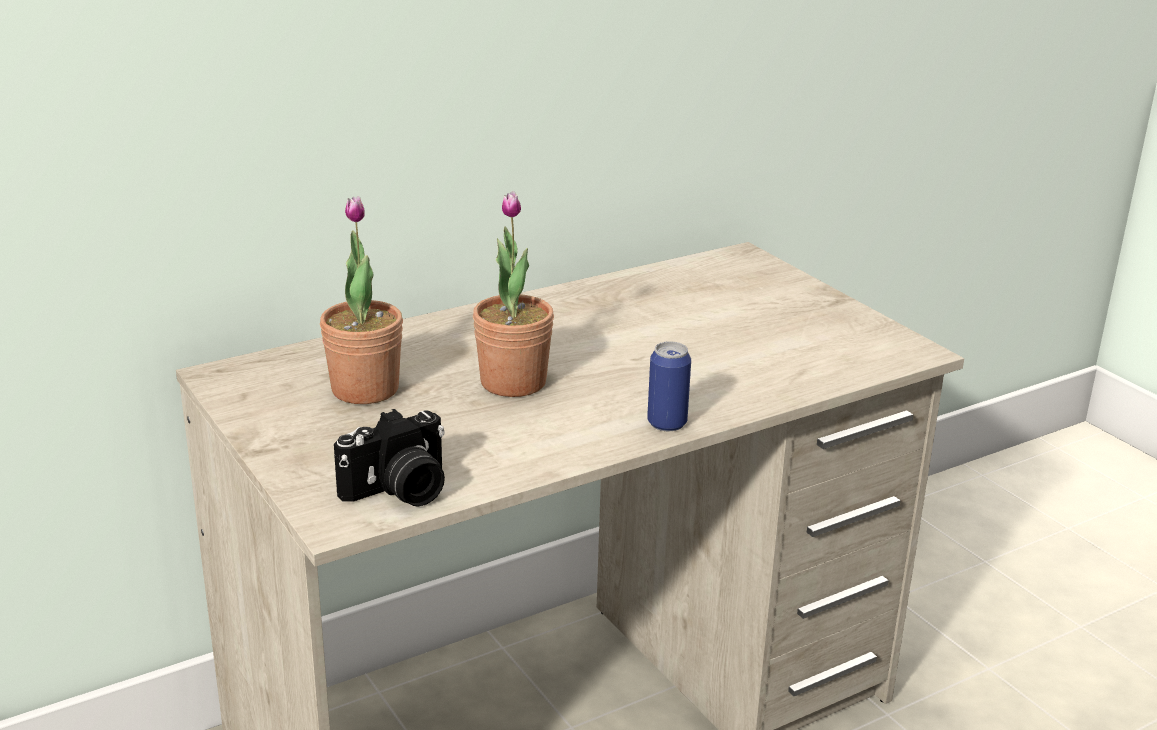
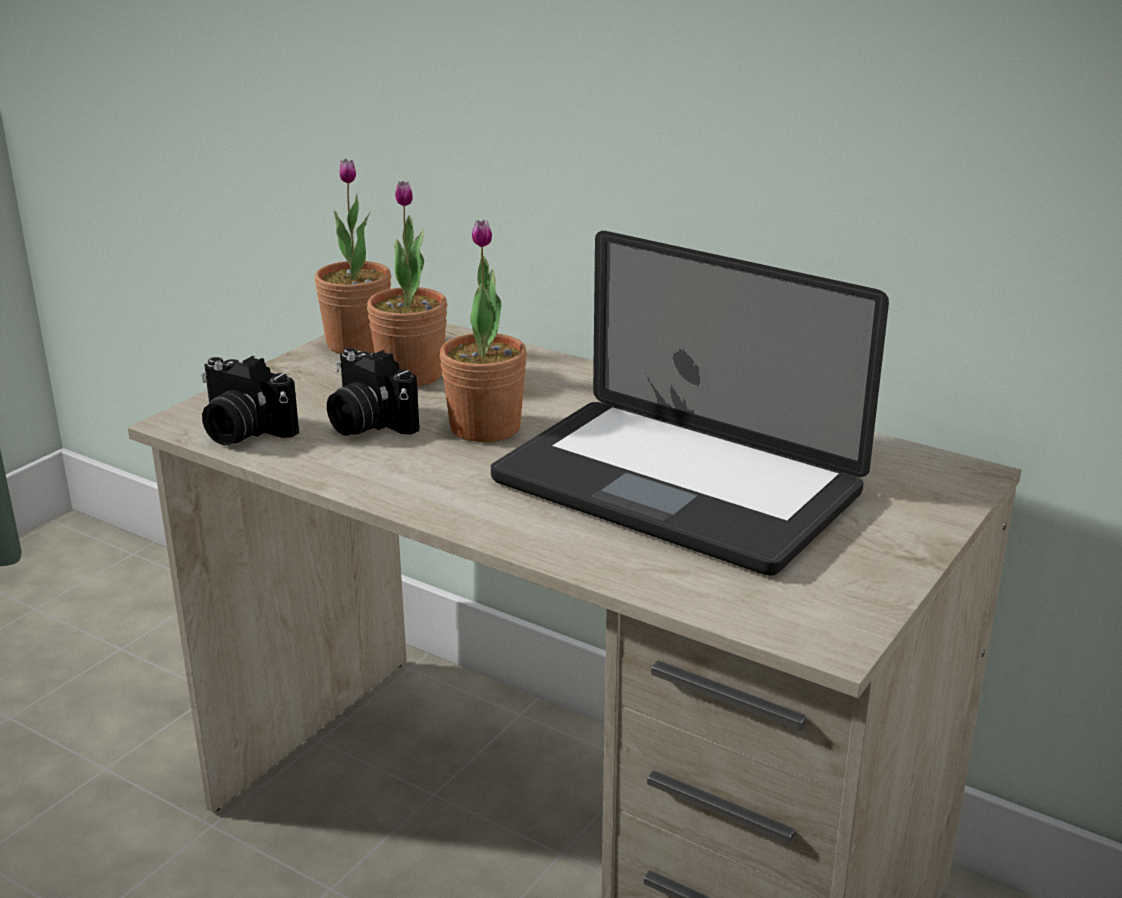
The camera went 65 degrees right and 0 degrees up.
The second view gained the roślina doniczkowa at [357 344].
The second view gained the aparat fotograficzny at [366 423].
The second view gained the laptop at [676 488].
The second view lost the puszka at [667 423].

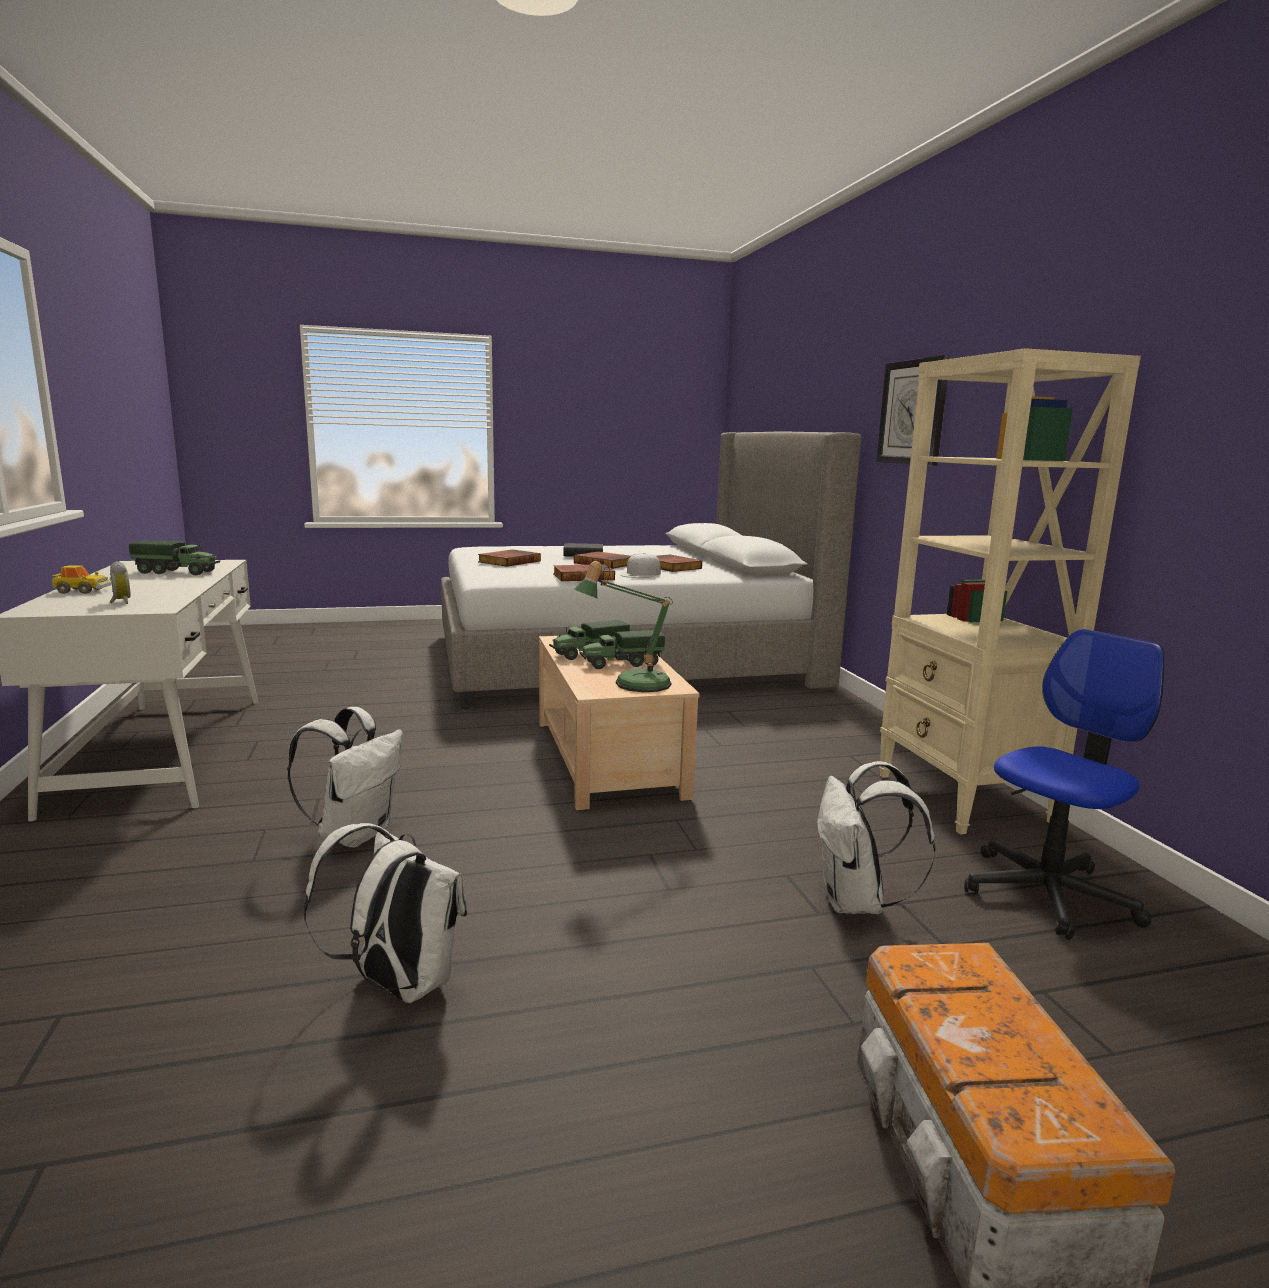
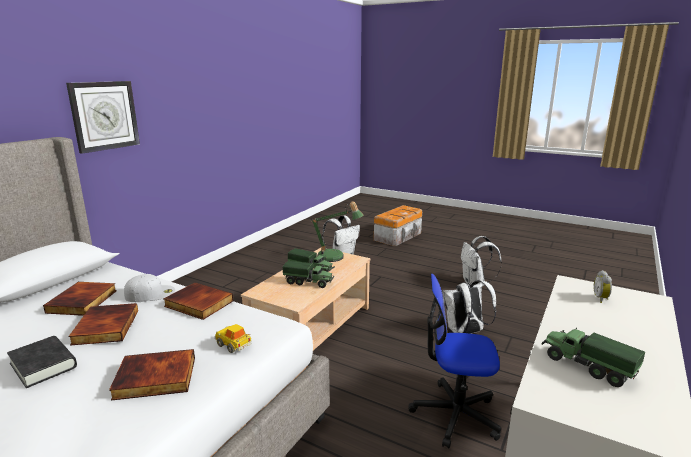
The camera went 135 degrees left and 5 degrees up.
The samochodzik ended up elsewhere, having gone from [82 591] to [233 344].
The krzesło biurowe ended up elsewhere, having gone from [1048 894] to [455 414].
The second view lost the regał/beżowy at [963 799].

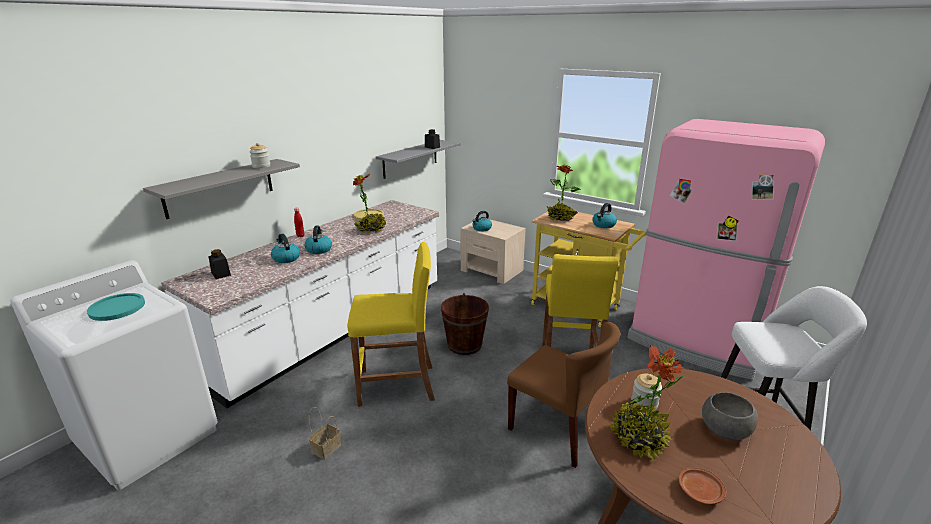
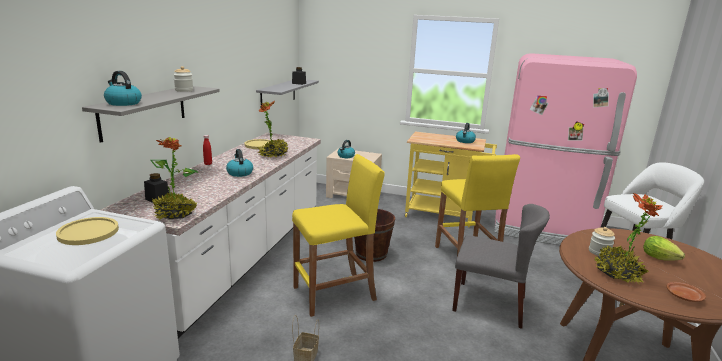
The camera went 20 degrees left and 5 degrees down.
What was the talerz/turkusowy at [117 308] turned into the talerz/żółty at [88 232].
The czajnik ended up elsewhere, having gone from [286 258] to [123 103].
The roślina doniczkowa ended up elsewhere, having gone from [561 218] to [175 215].
What was the krzesło/brązowy at [558 429] turned into the krzesło/szary at [490 304].
Where the miska/szary stood at [724 429], the sałata came to stand at [661 259].

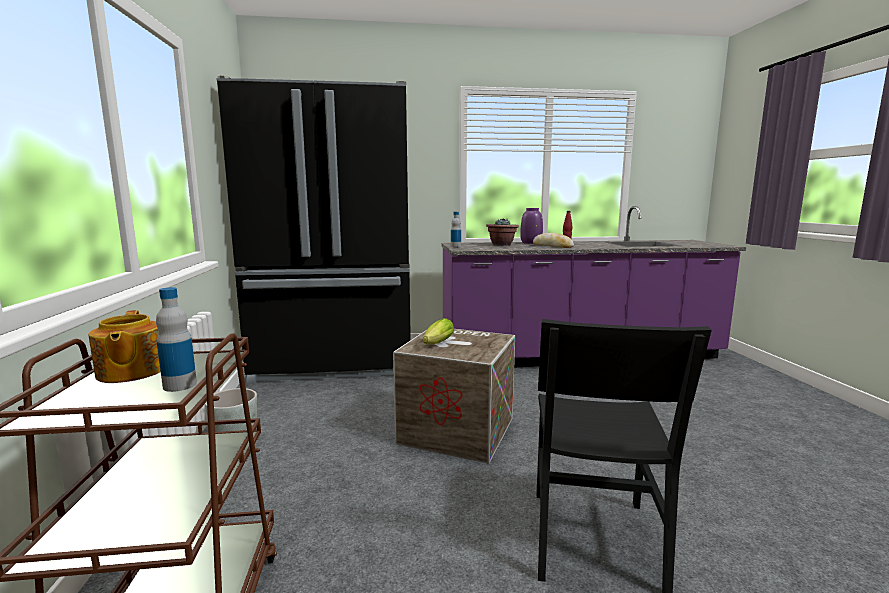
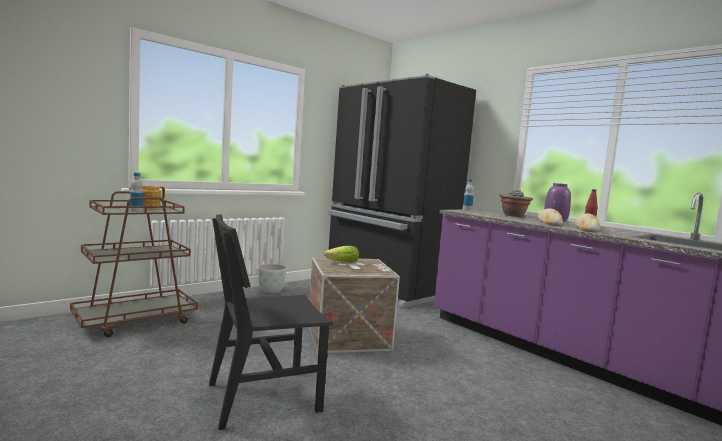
The camera went 55 degrees right and 5 degrees down.
The second view gained the chleb at [586 229].

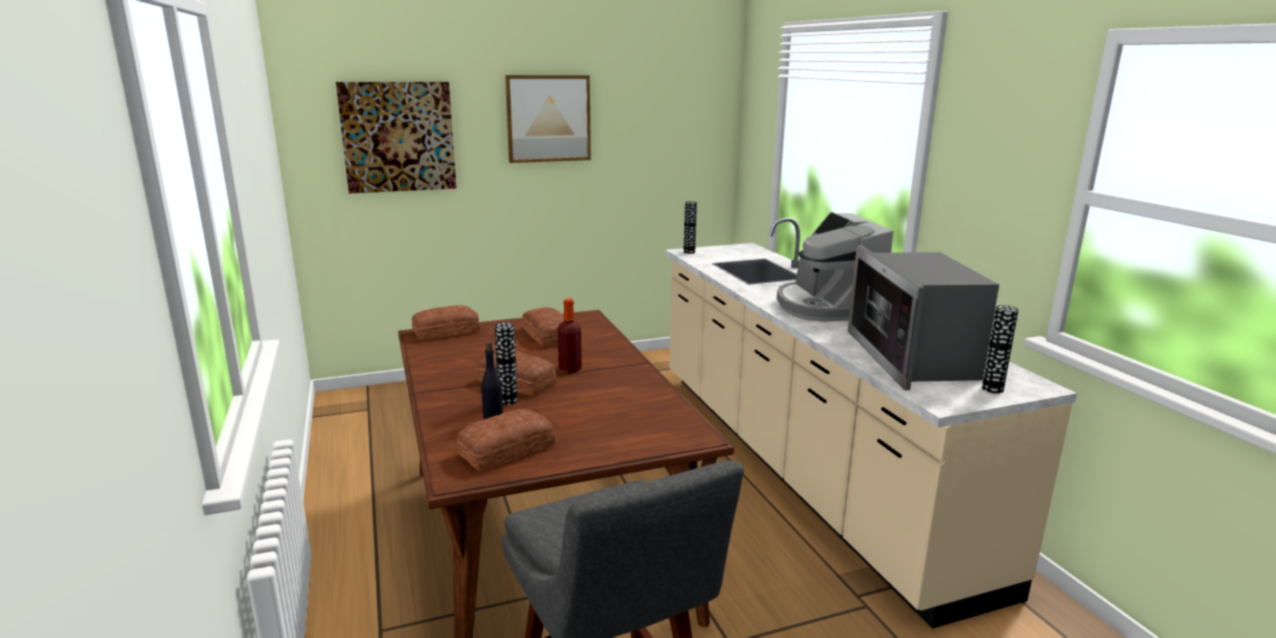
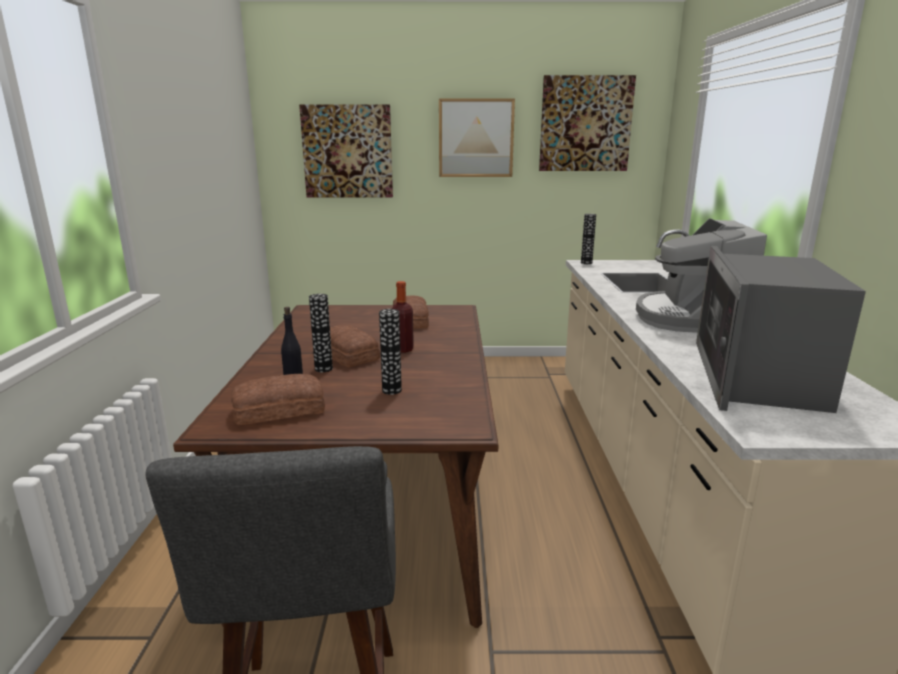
The camera went 20 degrees right and 0 degrees up.
The wazon ended up elsewhere, having gone from [992 389] to [391 390].
The second view gained the obraz at [585 124].
The second view lost the chleb at [445 331].

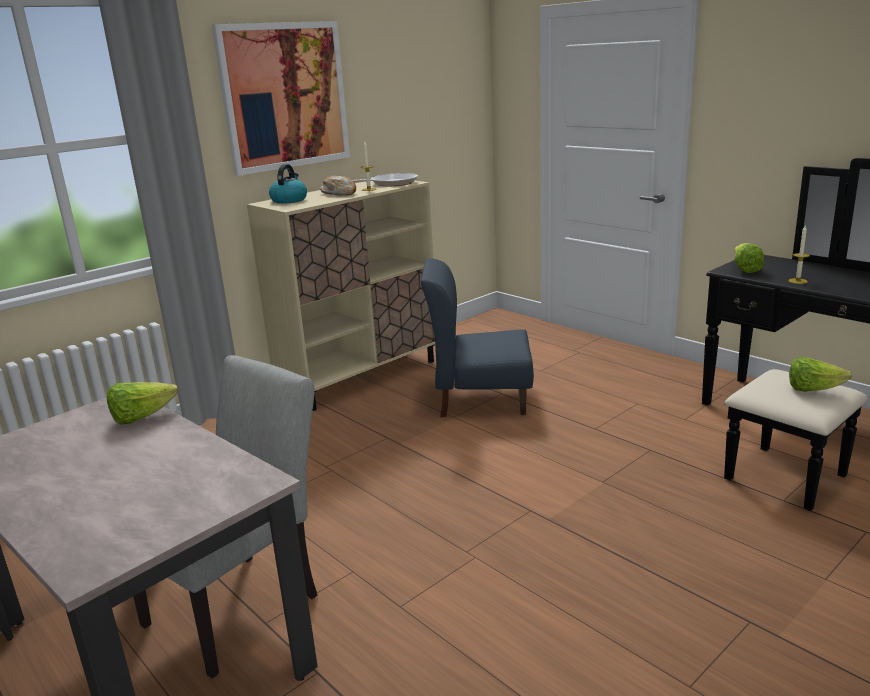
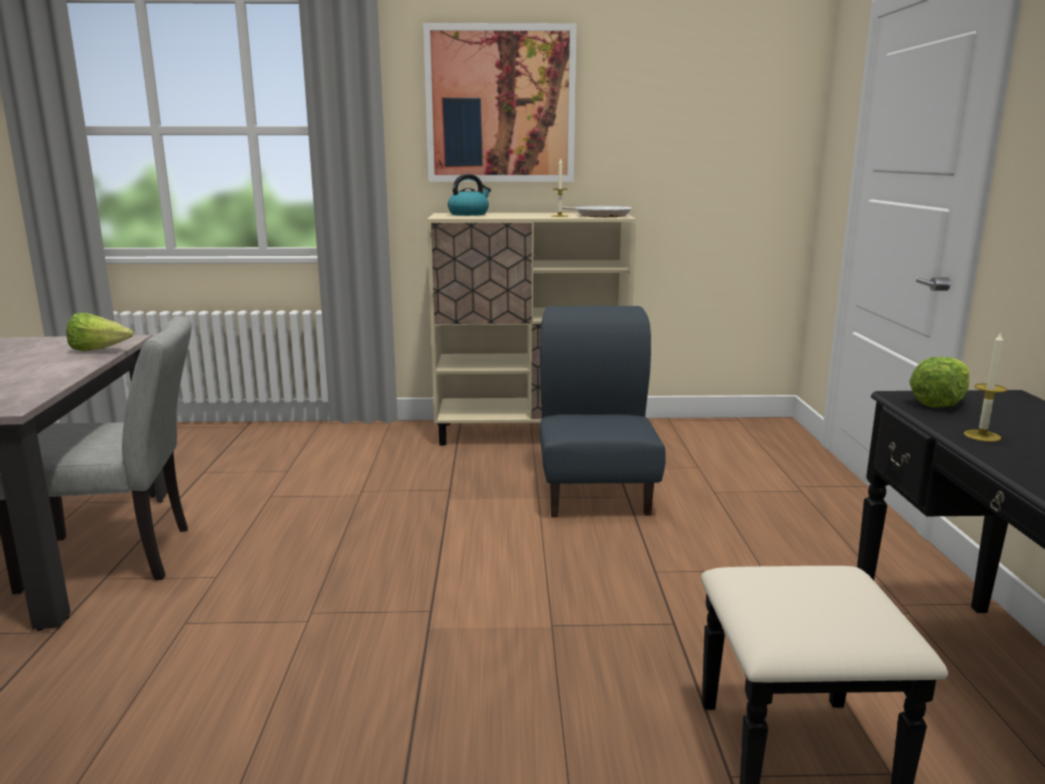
The camera went 40 degrees right and 5 degrees down.
The krzesło/niebieski at [480 399] ended up facing another way, 45 degrees clockwise from before.
The second view lost the chleb at [339 193].
The second view lost the sałata at [813 390].

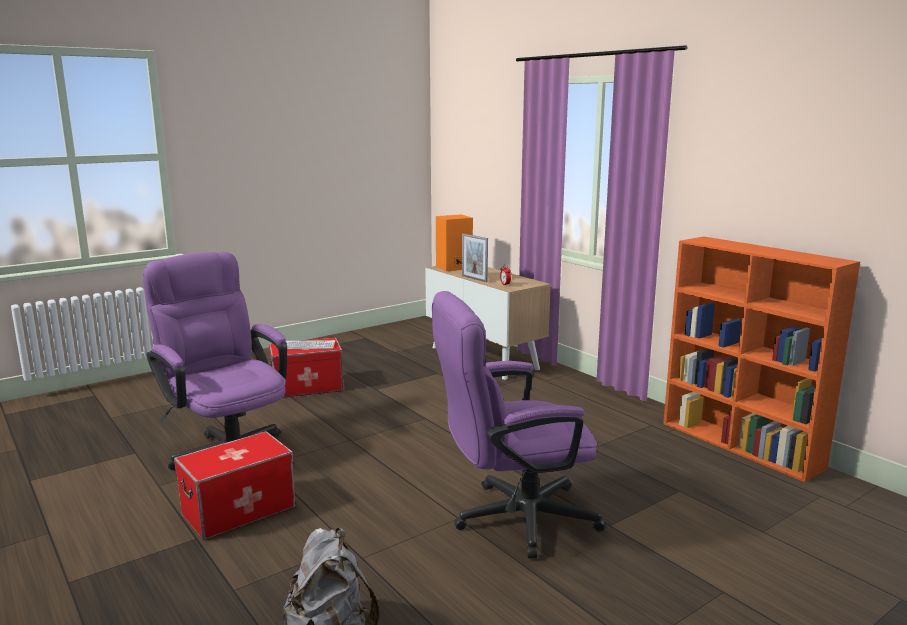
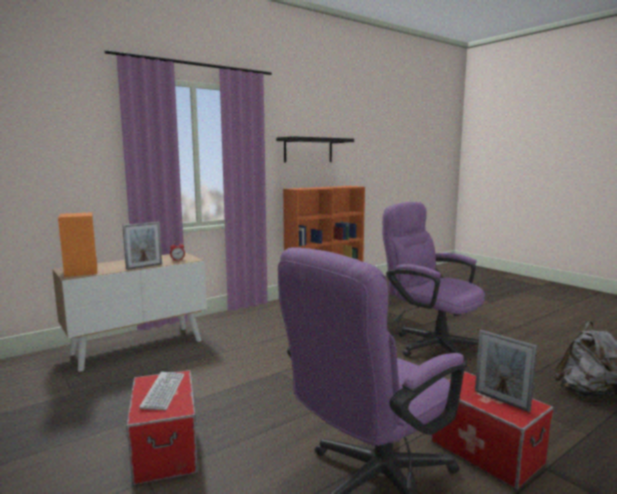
The camera went 90 degrees left and 5 degrees down.
The second view gained the półka/czarny at [308 150].
The krzesło biurowe/fioletowy at [512 519] ended up facing another way, 150 degrees clockwise from before.
The second view gained the ramka na zdjęcie at [501 401].

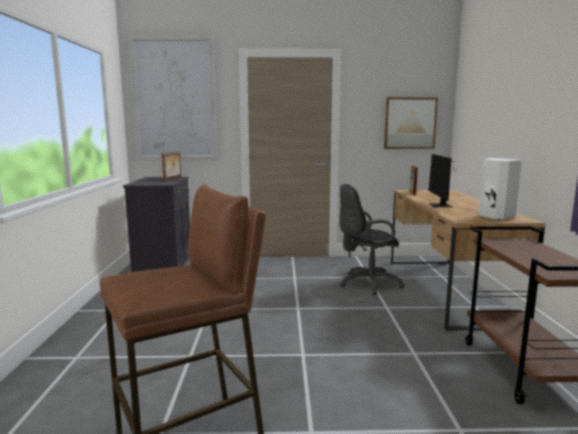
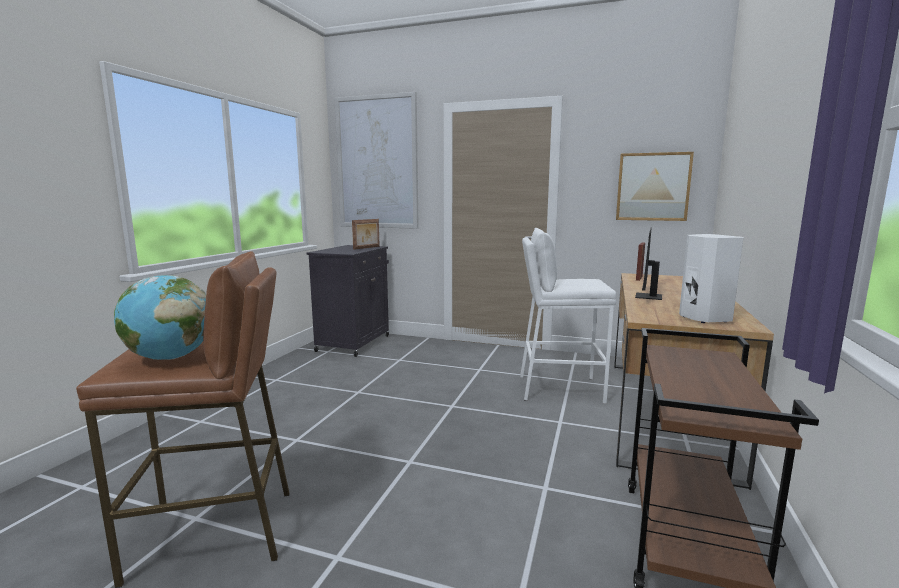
The camera went 20 degrees right and 0 degrees up.
The second view gained the globus at [170 358].
Where the krzesło biurowe/czarny stood at [366 284], the stołek/biały came to stand at [559 388].

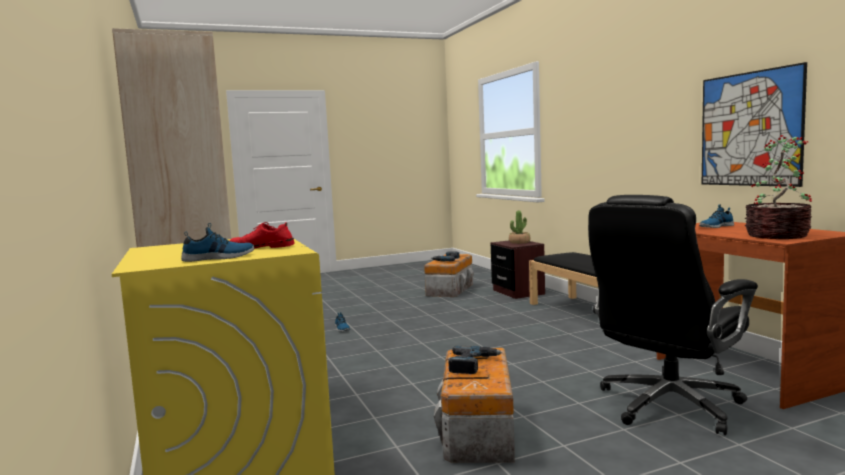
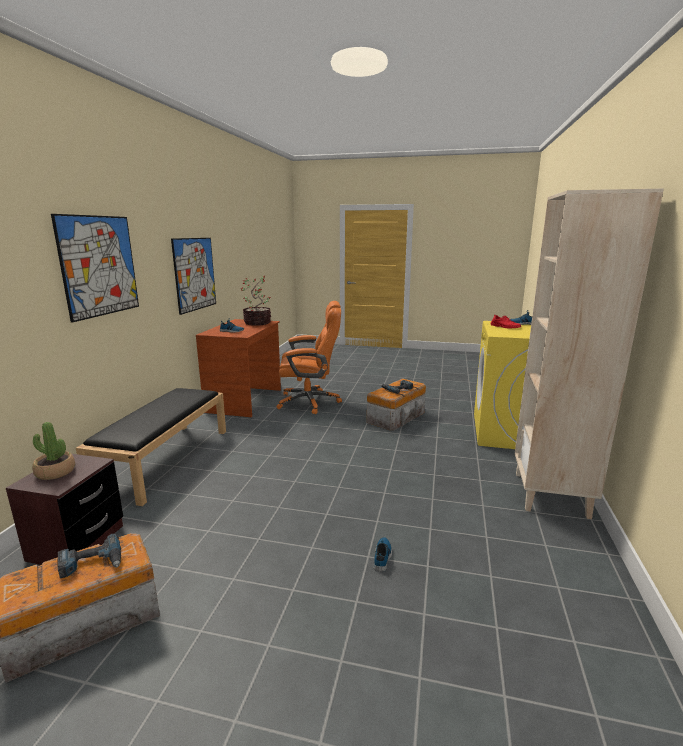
The camera went 145 degrees left and 10 degrees up.
The second view gained the obraz at [99 266].
What was the krzesło biurowe/czarny at [668 405] turned into the krzesło biurowe/pomarańczowy at [310 402].

